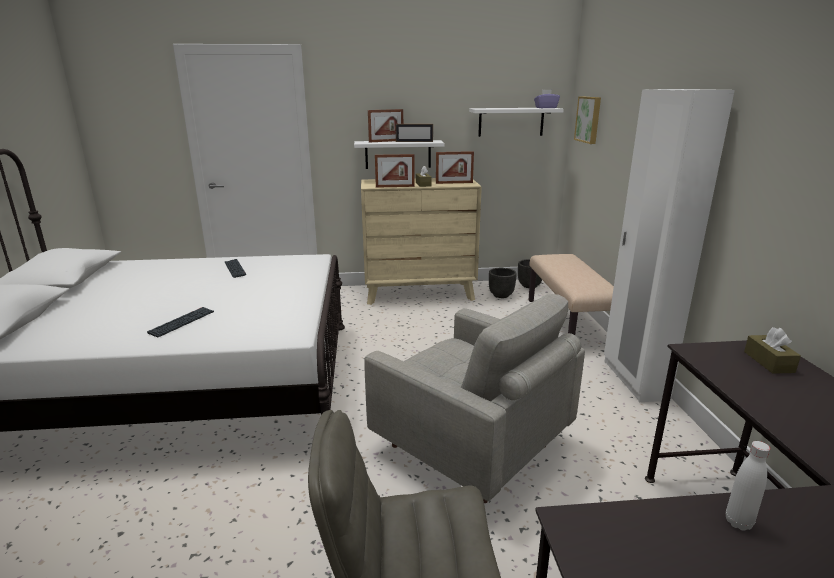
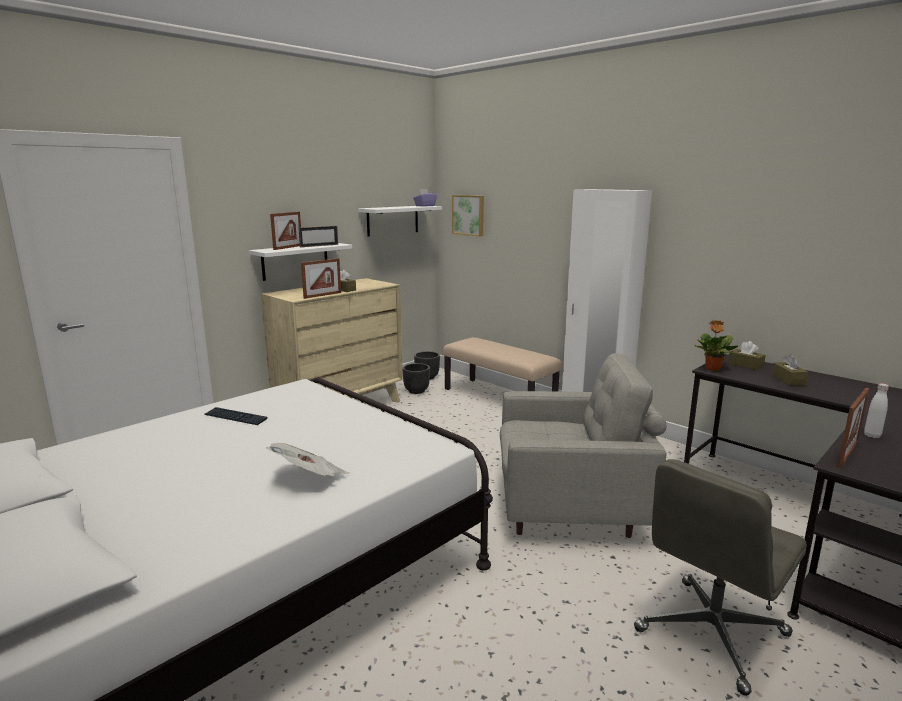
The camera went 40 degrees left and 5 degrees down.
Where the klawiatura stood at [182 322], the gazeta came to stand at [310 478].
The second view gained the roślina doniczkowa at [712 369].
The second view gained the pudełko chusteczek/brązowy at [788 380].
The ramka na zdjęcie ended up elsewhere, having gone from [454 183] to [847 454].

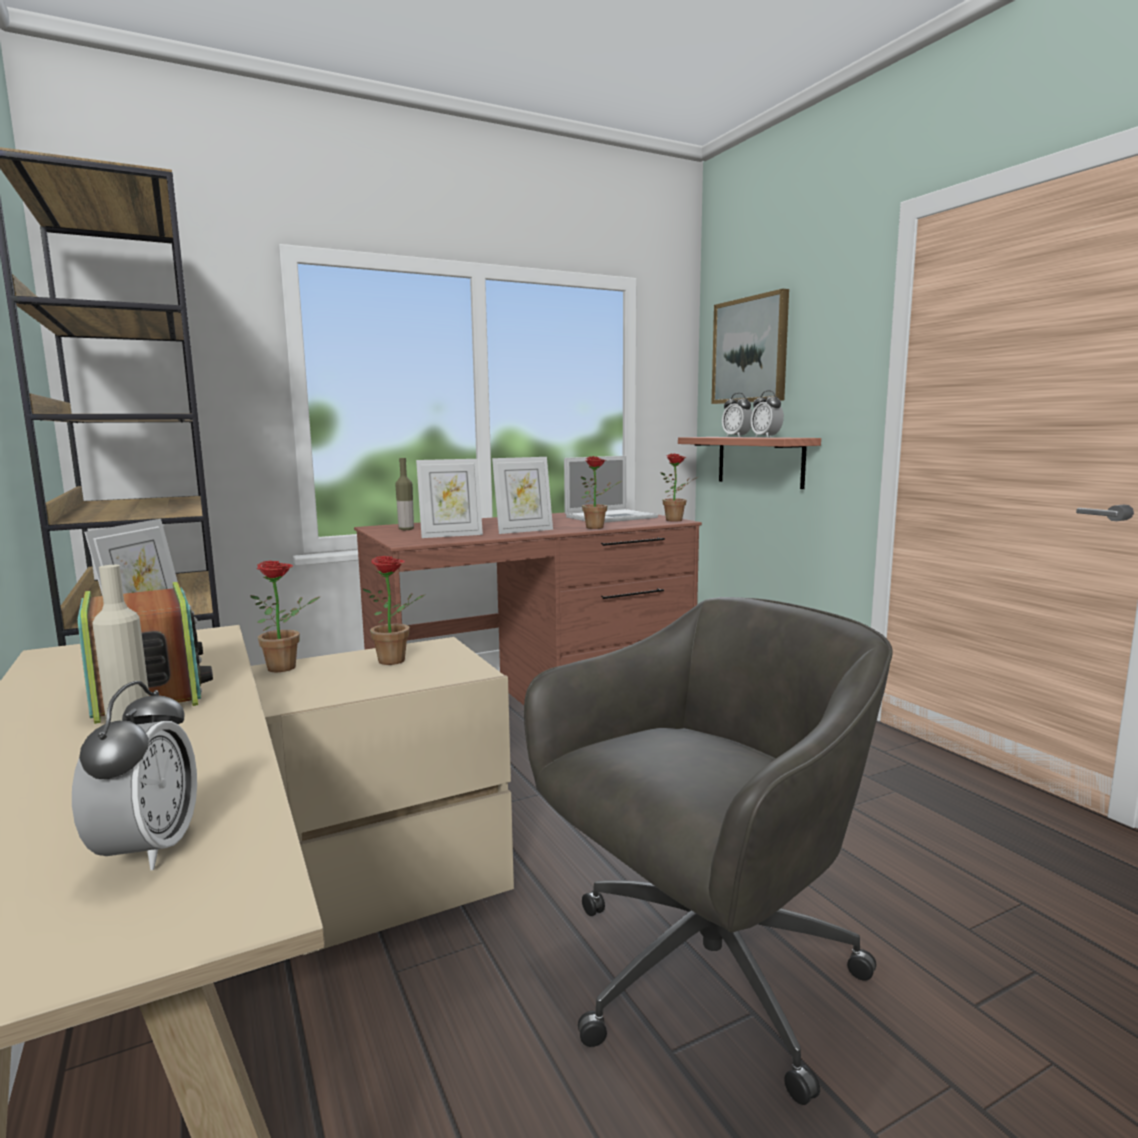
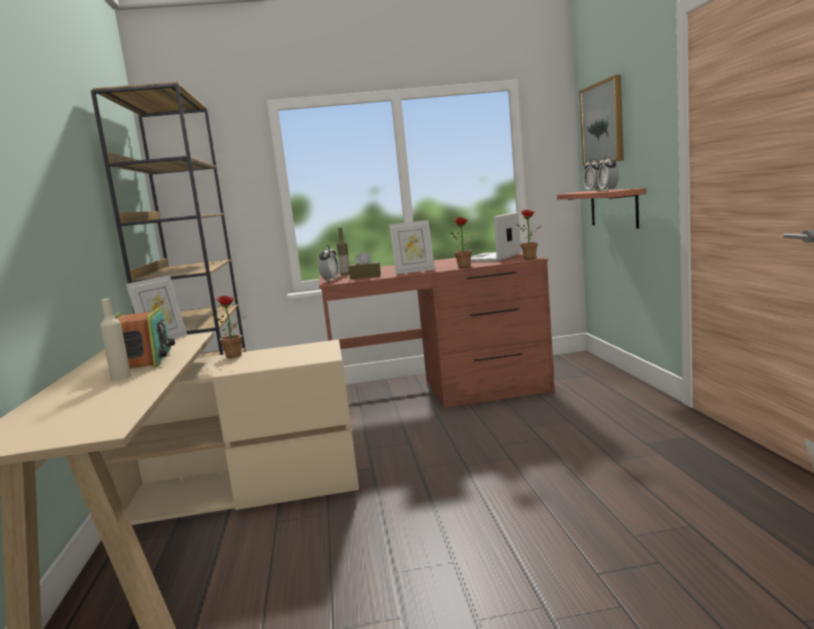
The camera went 20 degrees right and 0 degrees up.
The budzik ended up elsewhere, having gone from [147 850] to [330 280].
Where the ramka na zdjęcie stood at [451 535], the pudełko chusteczek/brązowy came to stand at [365 276].
The laptop at [612 517] ended up facing another way, 135 degrees clockwise from before.
The second view lost the roślina doniczkowa at [397 661].
The second view lost the krzesło biurowe/szary at [702 976].

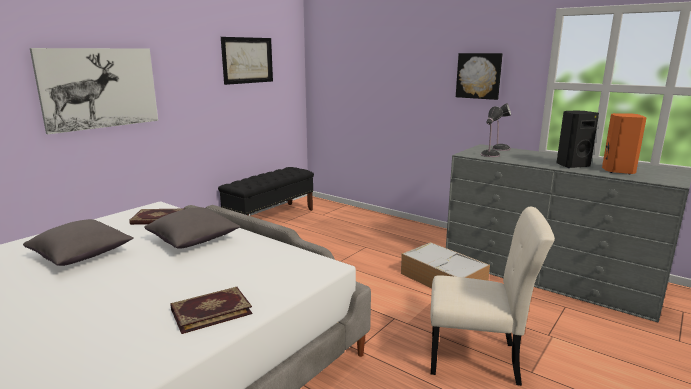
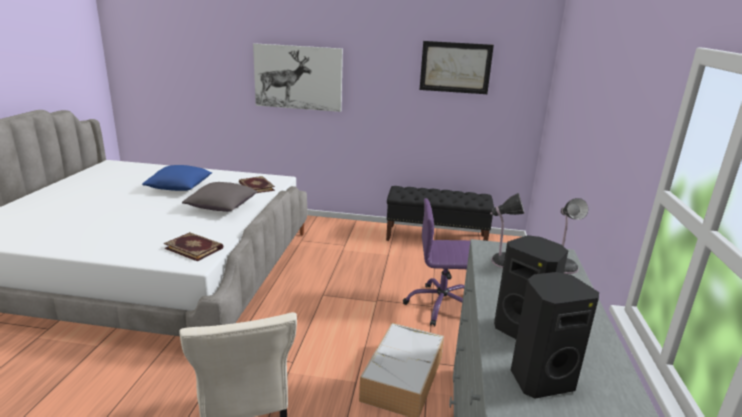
The camera went 60 degrees right and 5 degrees up.
What was the poduszka/szary at [82 256] turned into the poduszka/niebieski at [180 188].
The książka ended up elsewhere, having gone from [211 311] to [194 248].
The second view gained the krzesło biurowe/fioletowy at [441 305].
What was the głośnik/pomarańczowy at [617 171] turned into the głośnik/czarny at [540 379].
The second view lost the obraz at [479 76].

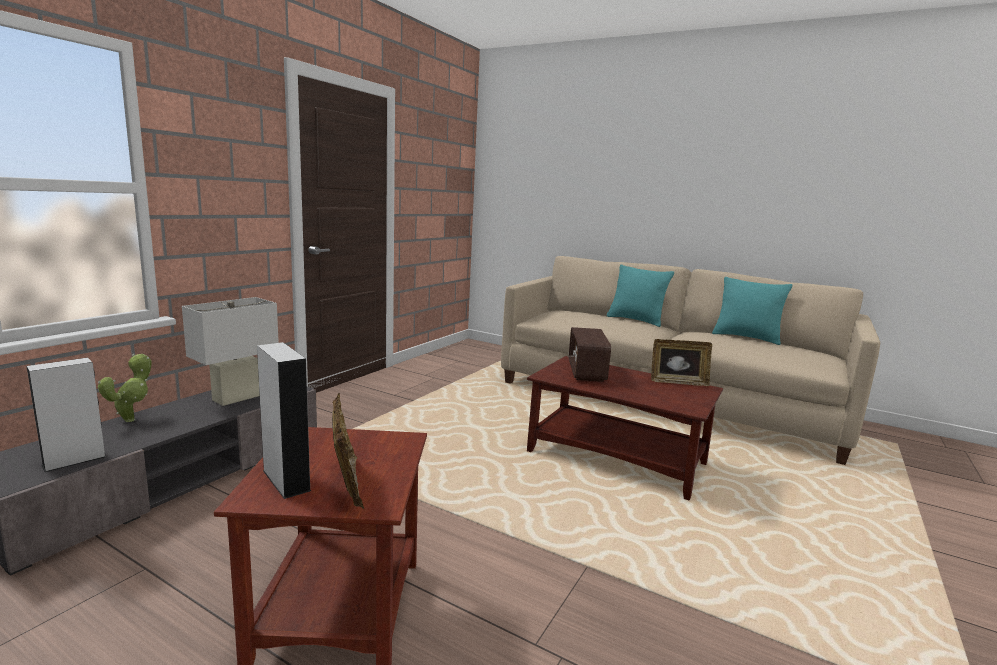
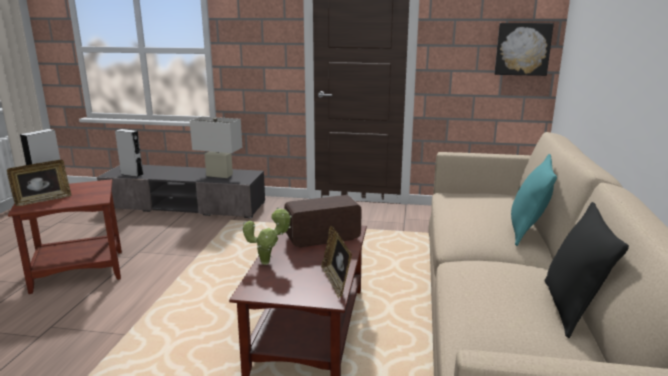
The camera went 70 degrees right and 5 degrees up.
The roślina doniczkowa ended up elsewhere, having gone from [132 419] to [268 262].
The second view gained the obraz at [522 49].
What was the poduszka/turkusowy at [746 337] turned into the poduszka/czarny at [571 309].

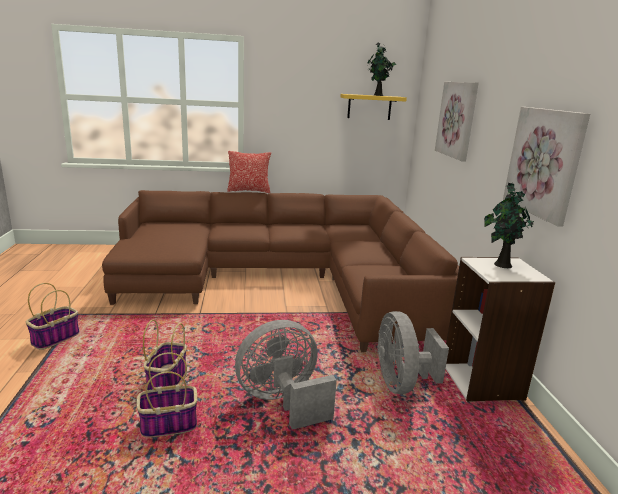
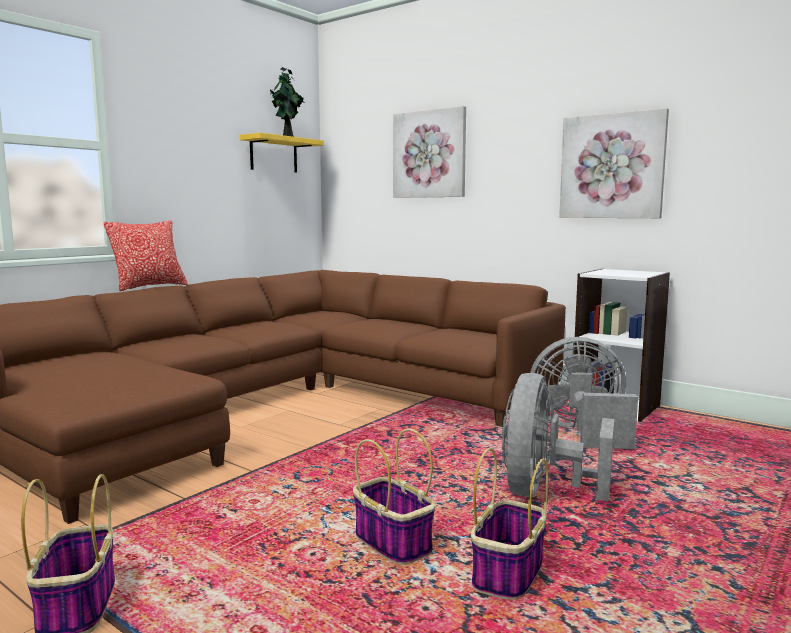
The camera went 45 degrees left and 10 degrees down.
The wentylator/szary at [401 383] ended up facing another way, 150 degrees clockwise from before.
The second view lost the roślina doniczkowa at [501 264].

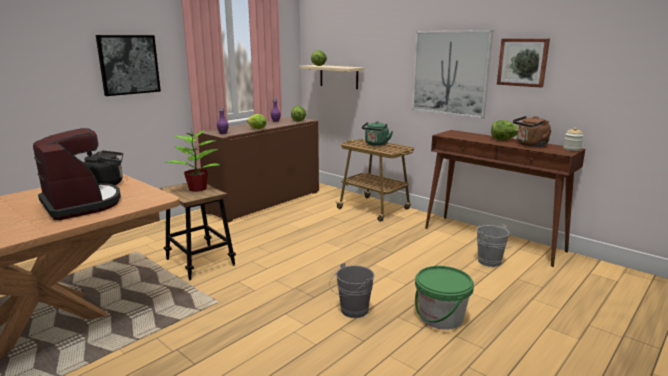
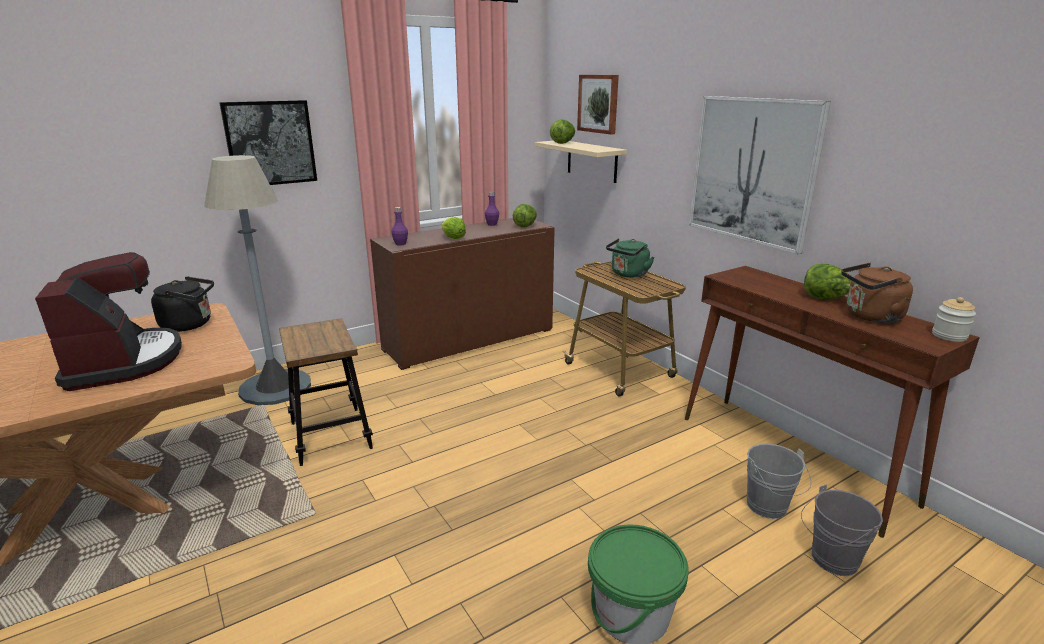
The camera went 15 degrees right and 5 degrees up.
The second view gained the lampa stojąca/szary at [275 387].
The obraz ended up elsewhere, having gone from [523 62] to [598 103].
The wiadro/szary ended up elsewhere, having gone from [352 311] to [830 561].
The second view lost the roślina doniczkowa at [198 188].

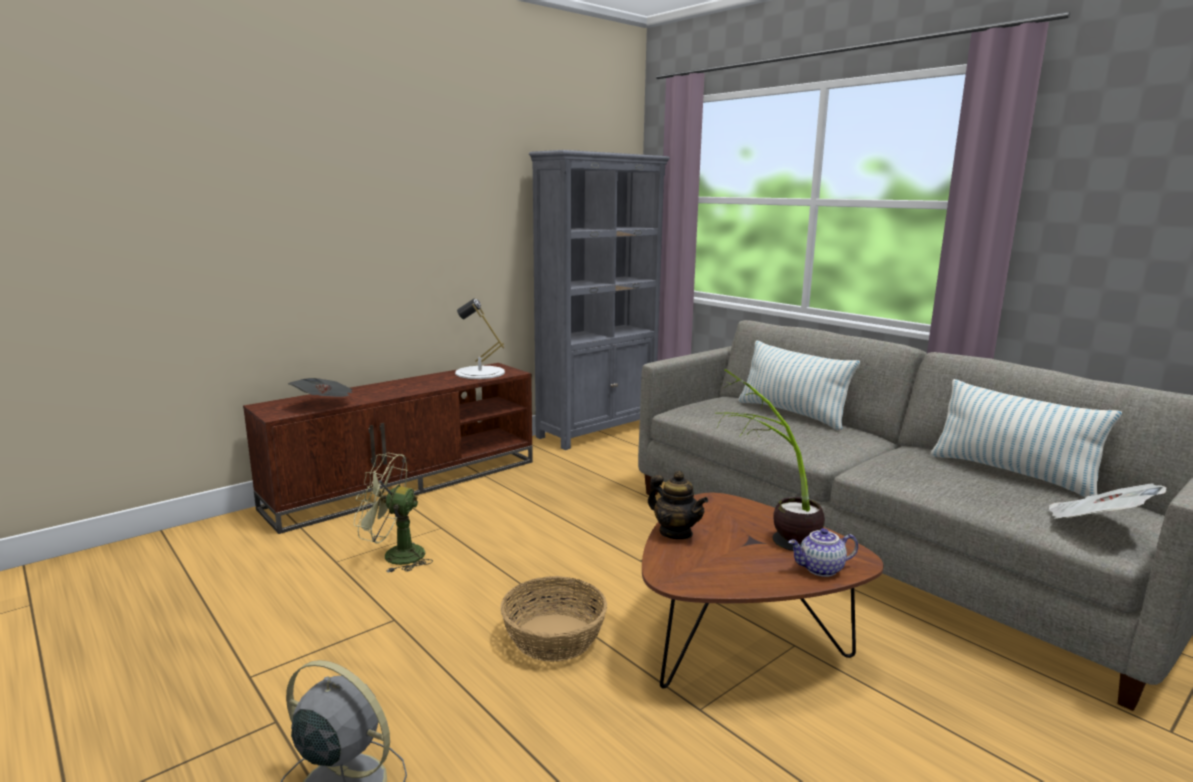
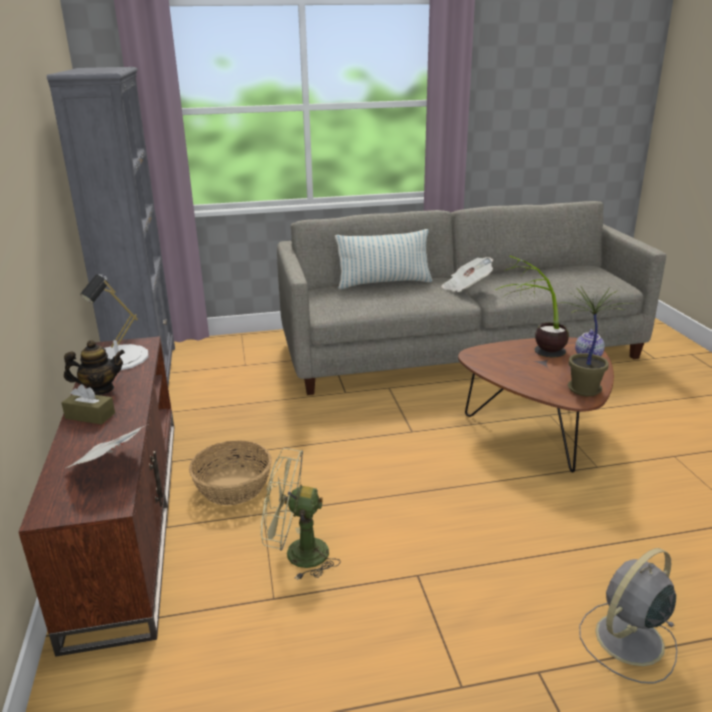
The camera went 60 degrees left and 10 degrees up.
The second view gained the pudełko chusteczek/brązowy at [90 416].
The imbryk ended up elsewhere, having gone from [676 533] to [100 389].
The koszyk ended up elsewhere, having gone from [554 637] to [233 486].
The wentylator/zielony at [394 556] ended up facing another way, 60 degrees clockwise from before.
The gazeta ended up elsewhere, having gone from [1096 523] to [466 287].
The second view gained the roślina doniczkowa at [583 390].
The second view lost the poduszka at [1011 474].

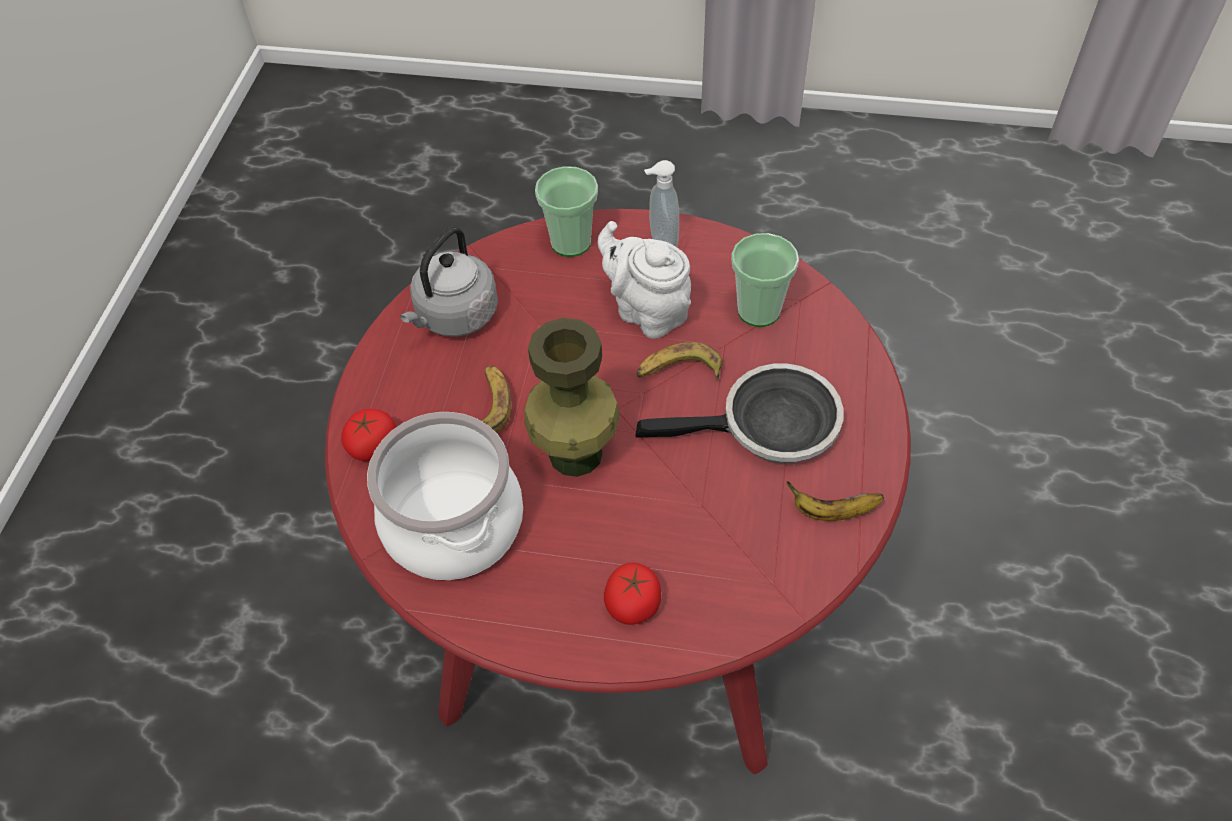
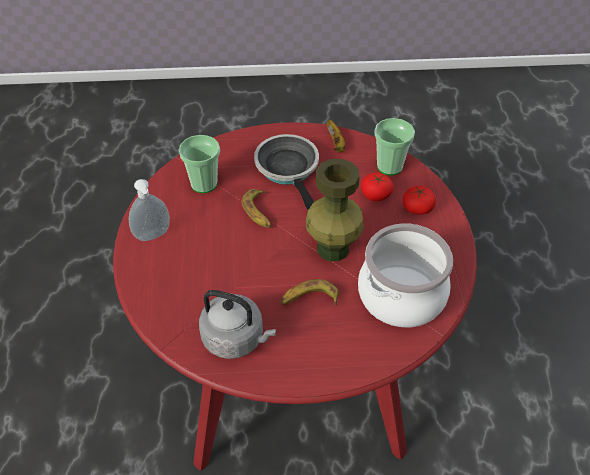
The camera went 105 degrees left and 5 degrees down.
The pomidor ended up elsewhere, having gone from [372 446] to [376 195].
The filiżanka ended up elsewhere, having gone from [571 242] to [389 166].
The second view lost the imbryk/biały at [647 311].

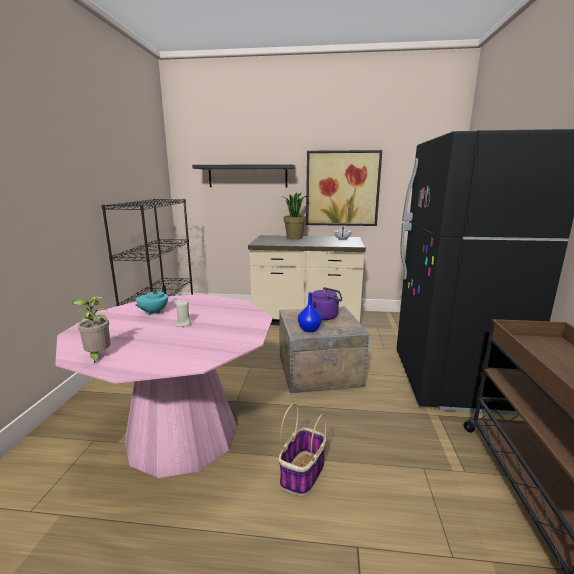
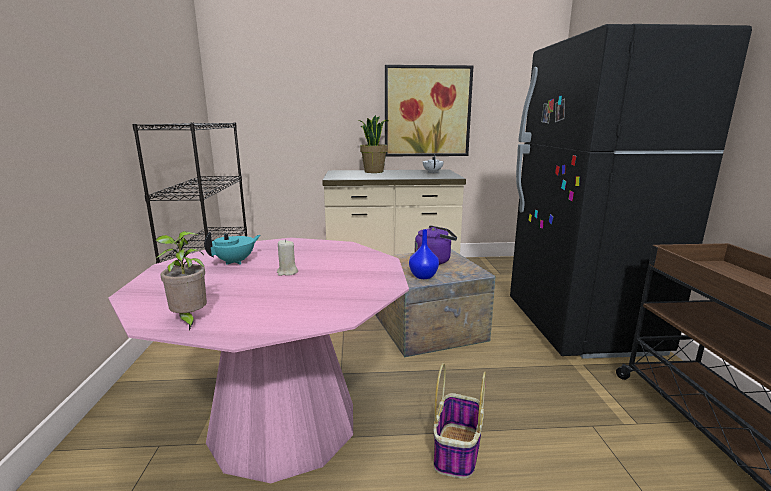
The camera went 10 degrees left and 0 degrees up.
The imbryk/turkusowy at [153 312] ended up facing another way, 150 degrees counterclockwise from before.
The second view lost the półka/czarny at [247 176].

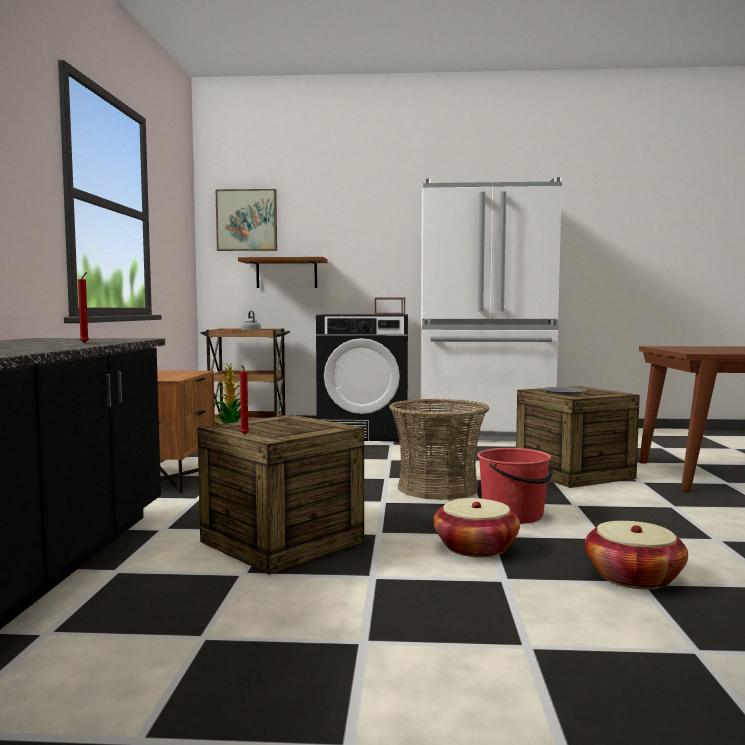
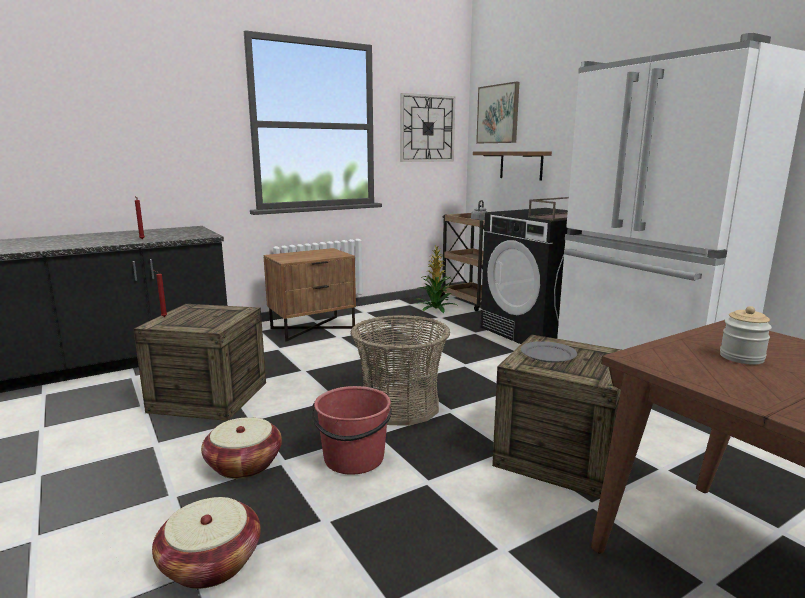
The camera went 55 degrees right and 10 degrees up.
The second view gained the zegar ścienny at [427 128].
The second view gained the słoik at [741 357].

